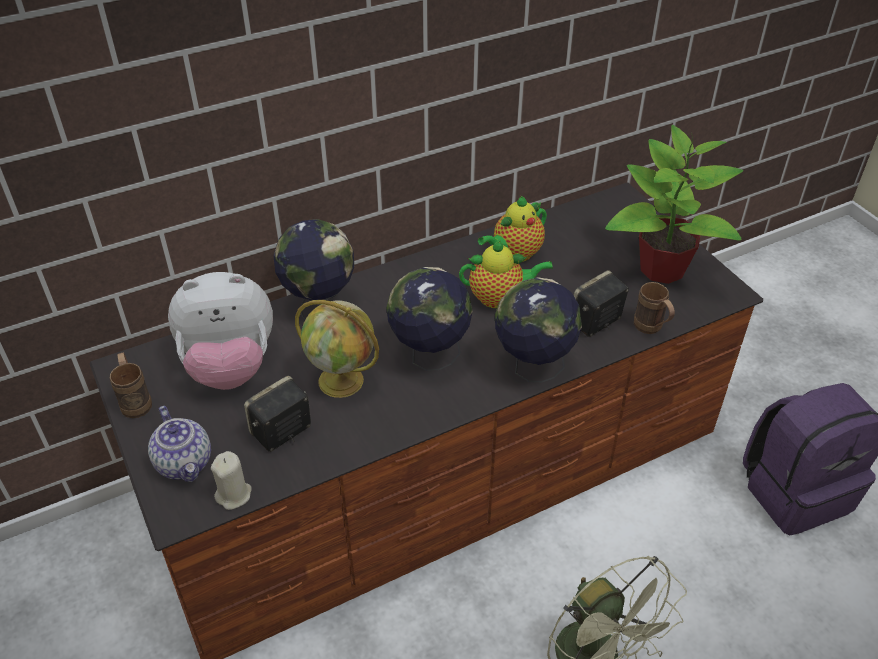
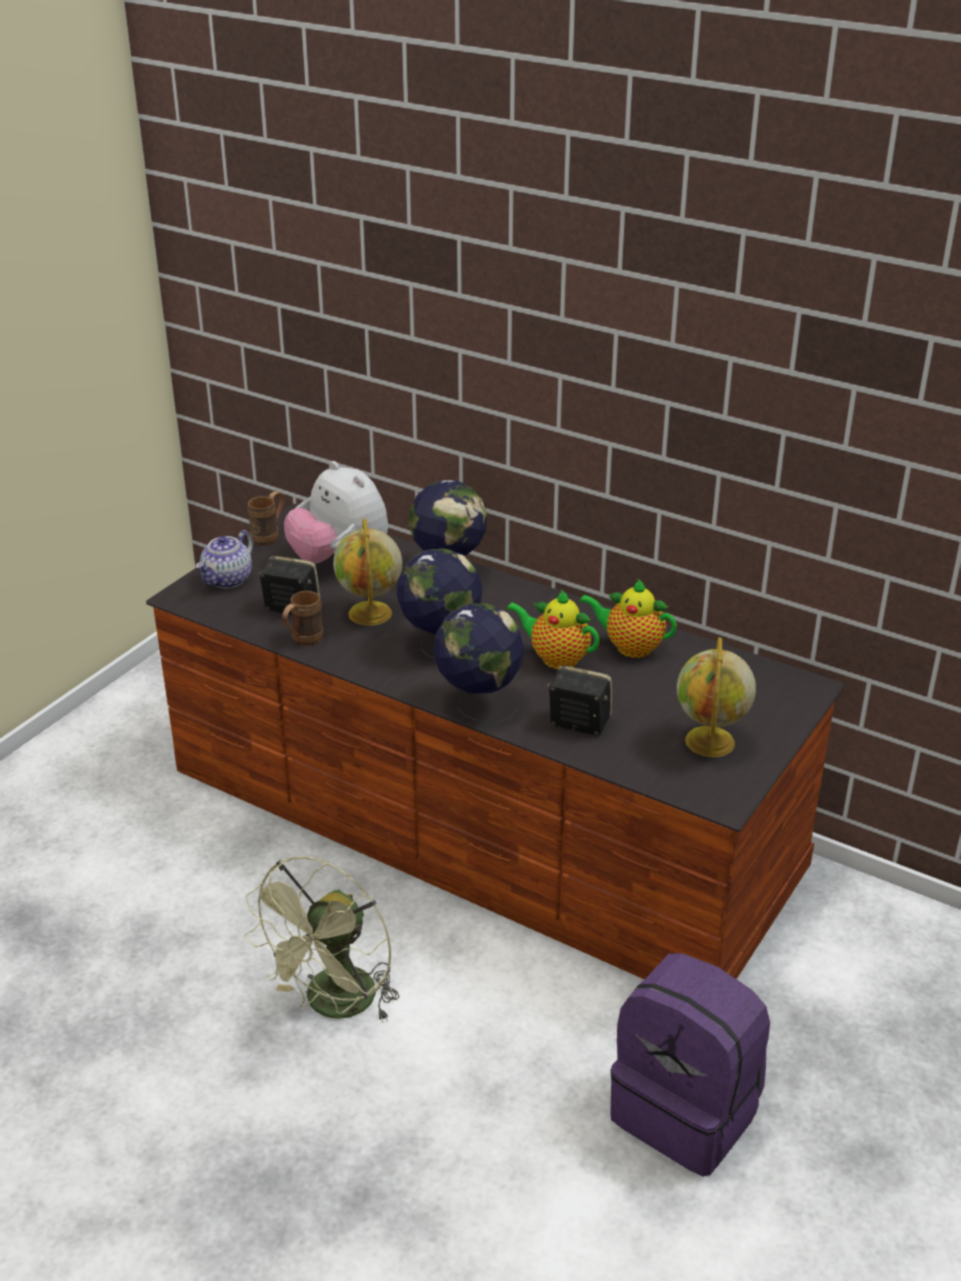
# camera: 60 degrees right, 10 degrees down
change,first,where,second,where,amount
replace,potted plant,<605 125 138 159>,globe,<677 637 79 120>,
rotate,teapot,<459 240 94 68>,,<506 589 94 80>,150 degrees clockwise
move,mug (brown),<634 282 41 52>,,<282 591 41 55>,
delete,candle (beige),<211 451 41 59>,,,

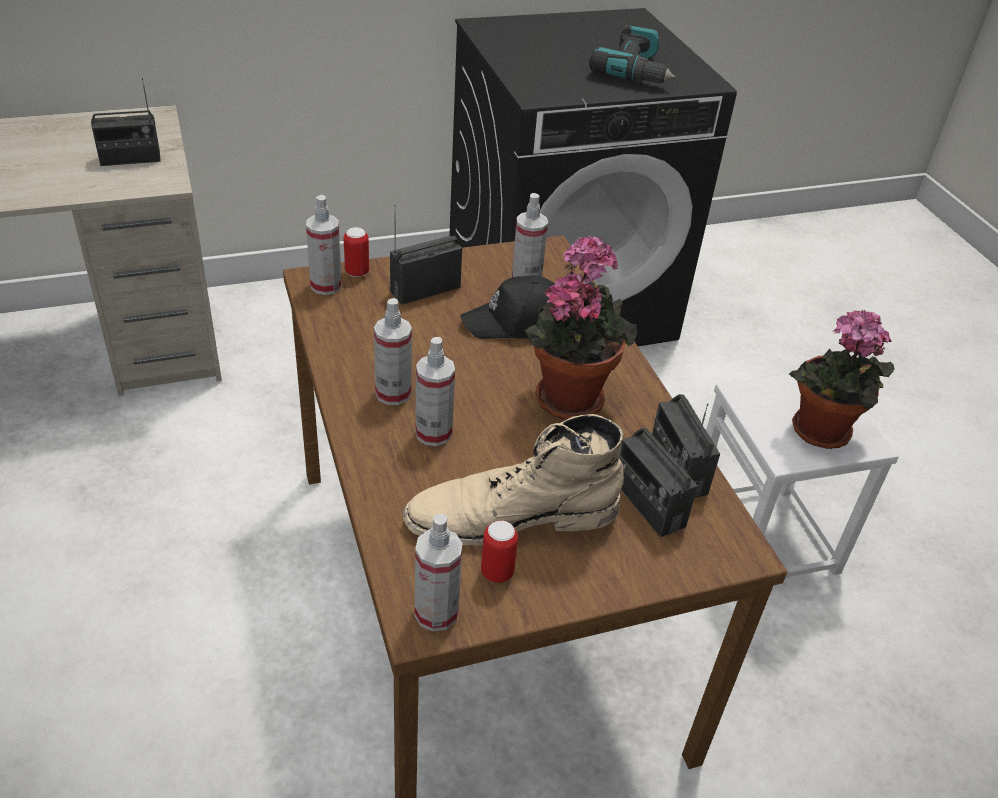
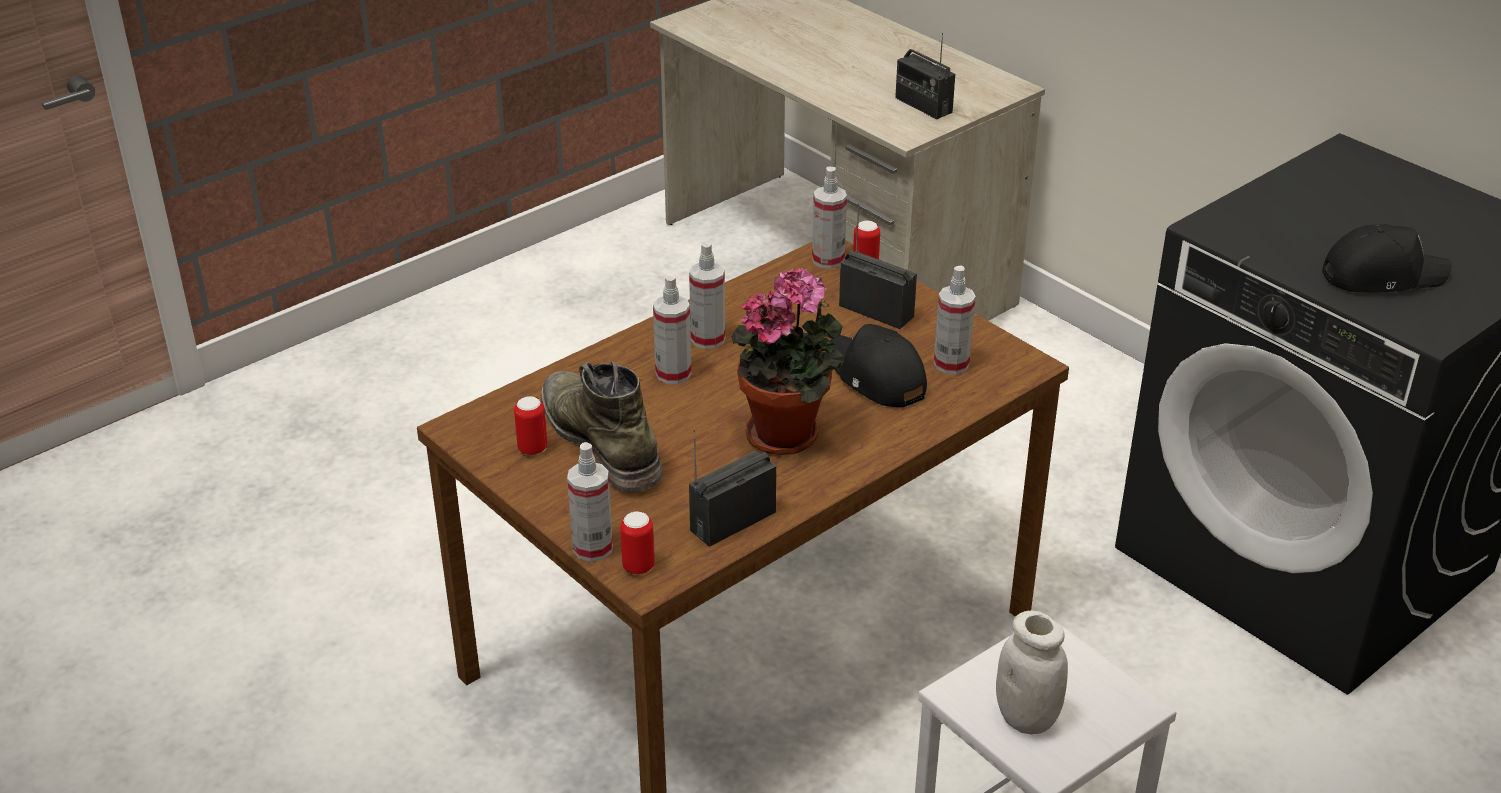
# camera: 70 degrees right, 5 degrees down
change,first,where,second,where,amount
replace,power drill,<589 25 87 58>,cap (black),<1322 224 130 68>,
replace,potted plant,<789 310 106 139>,jar (white),<996 610 72 124>,
recolor,boot (beige),<403 414 221 132>,boot (green),<541 361 122 131>,
delete,radio,<619 428 79 109>,,,
move,spray bottle,<414 514 49 117>,,<567 442 46 120>,
insert,,,can,<620 511 35 64>,

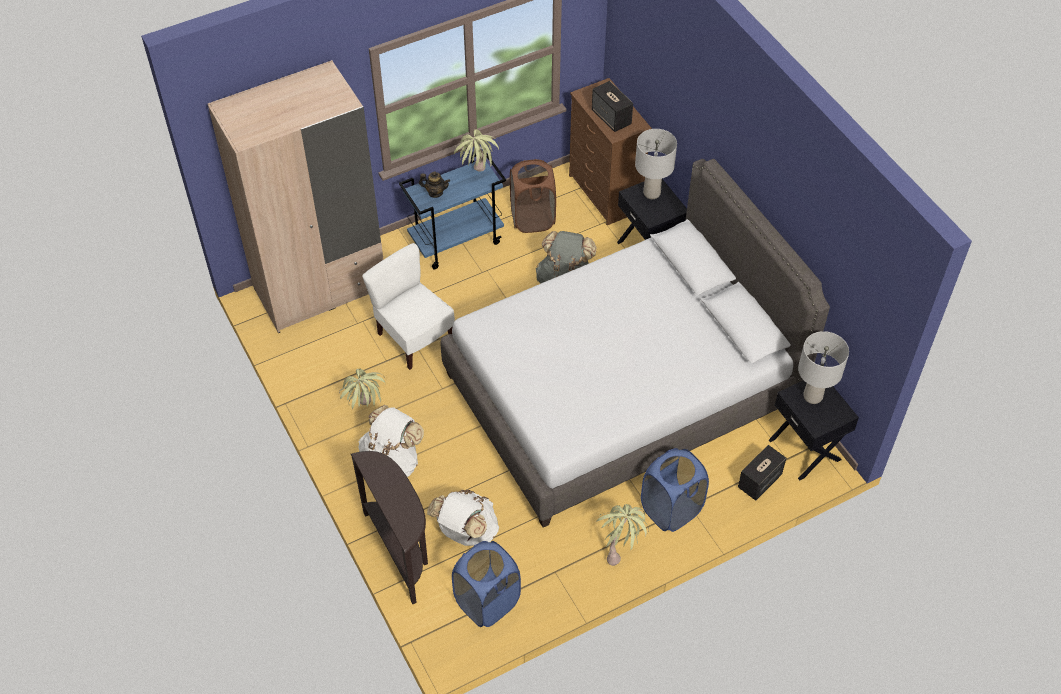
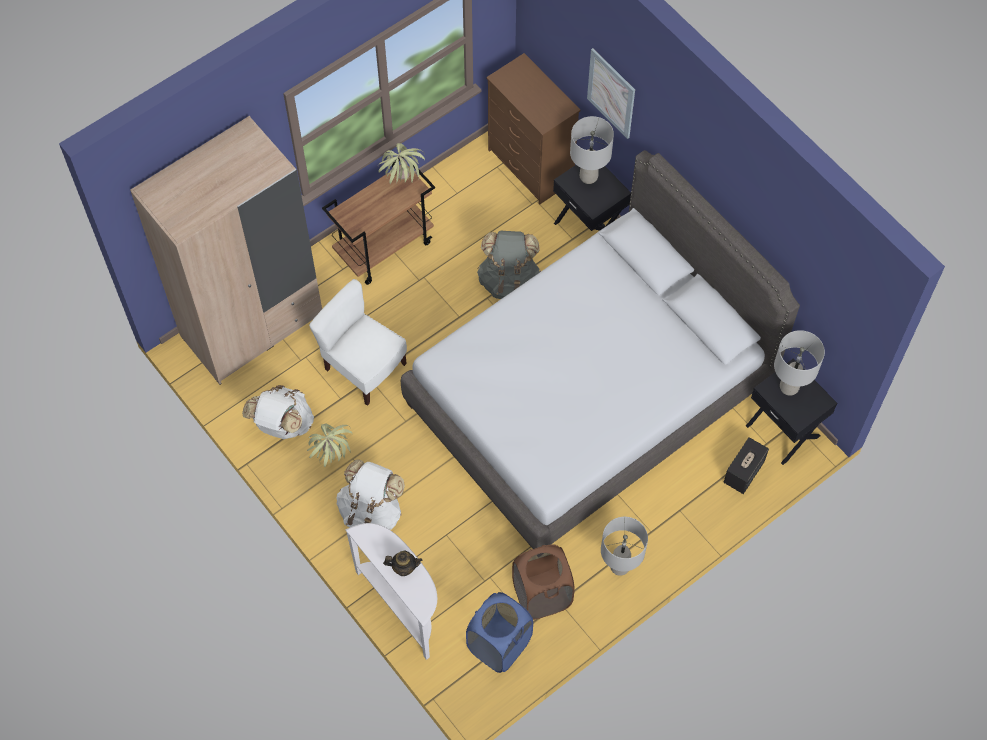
# camera: 10 degrees left, 10 degrees up
change,first,where,second,where,amount
delete,speaker,<592 81 41 51>,,,
recolor,cart (blue),<399 154 107 115>,cart (brown),<322 156 113 129>,
move,laundry basket (brown),<510 159 46 74>,,<512 544 63 76>,
move,teapot,<419 171 31 27>,,<383 550 39 26>,
delete,laundry basket (blue),<641 448 68 84>,,,
recolor,console table (brown),<351 451 77 153>,console table (white),<345 523 92 137>,
move,backpack (white),<427 490 72 56>,,<242 385 72 54>,
replace,potted plant,<597 504 52 62>,table lamp (grey),<601 517 47 59>,
insert,,,picture,<587 48 48 91>,

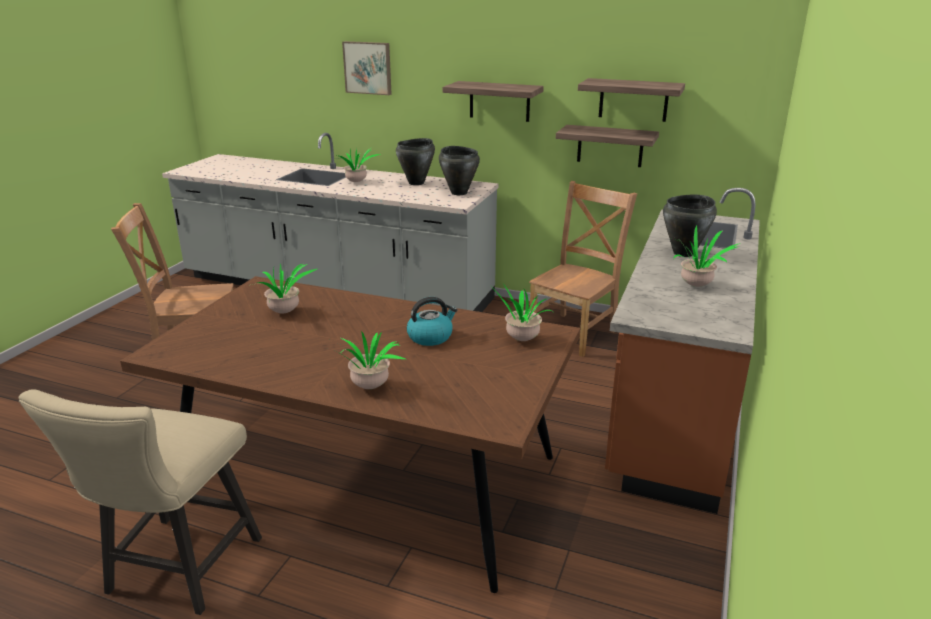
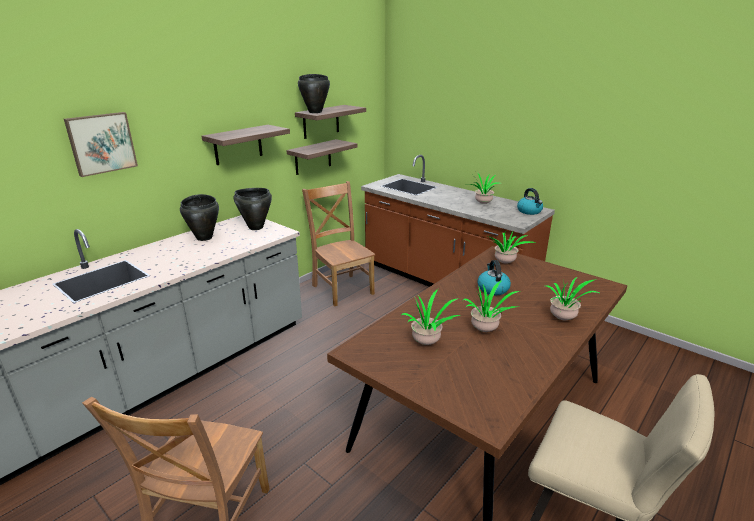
# camera: 70 degrees left, 0 degrees up
change,first,where,second,where,amount
move,potted plant,<337 148 44 34>,,<462 280 58 52>,
move,cooking pot (black),<663 195 54 62>,,<298 74 32 39>,
insert,,,kettle,<517 188 26 27>,

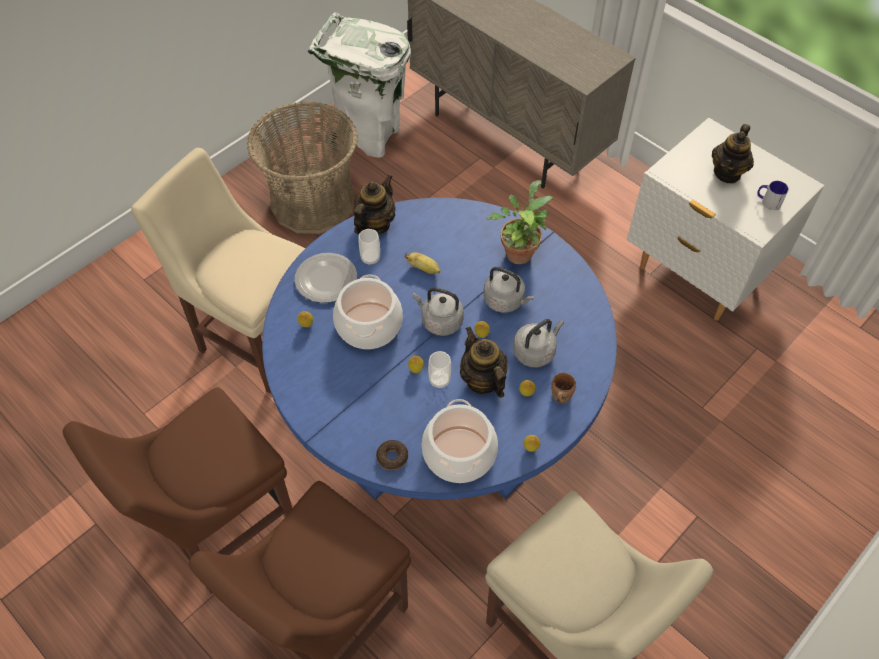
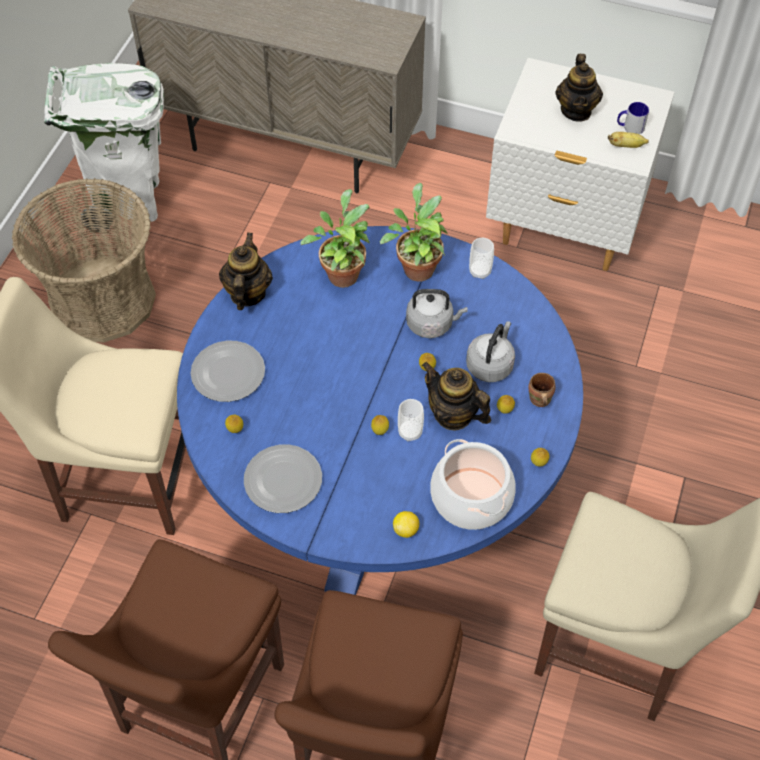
# camera: 25 degrees left, 0 degrees up
change,first,where,second,where,amount
move,cup,<358 229 22 36>,,<469 238 25 41>,
move,banana,<405 252 35 22>,,<608 132 41 16>,
delete,cooking pot,<333 274 70 75>,,,
delete,kettle (grey),<413 287 51 49>,,,
replace,donut,<376 440 32 30>,lemon,<393 511 26 27>,
insert,,,potted plant,<300 189 70 99>,
insert,,,plate,<244 444 78 69>,

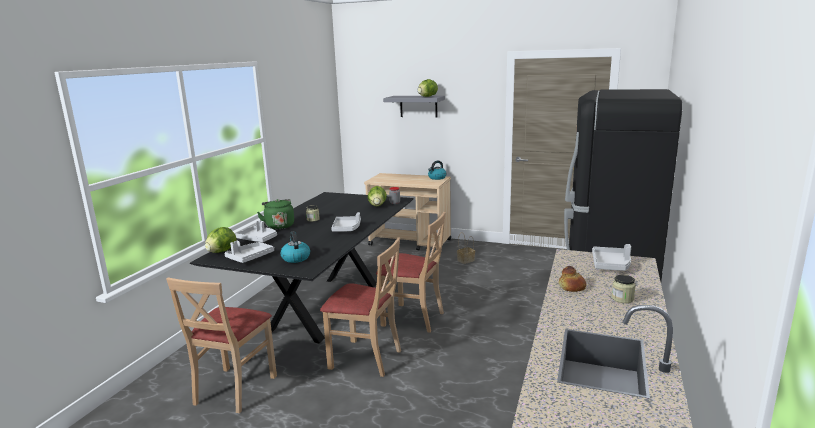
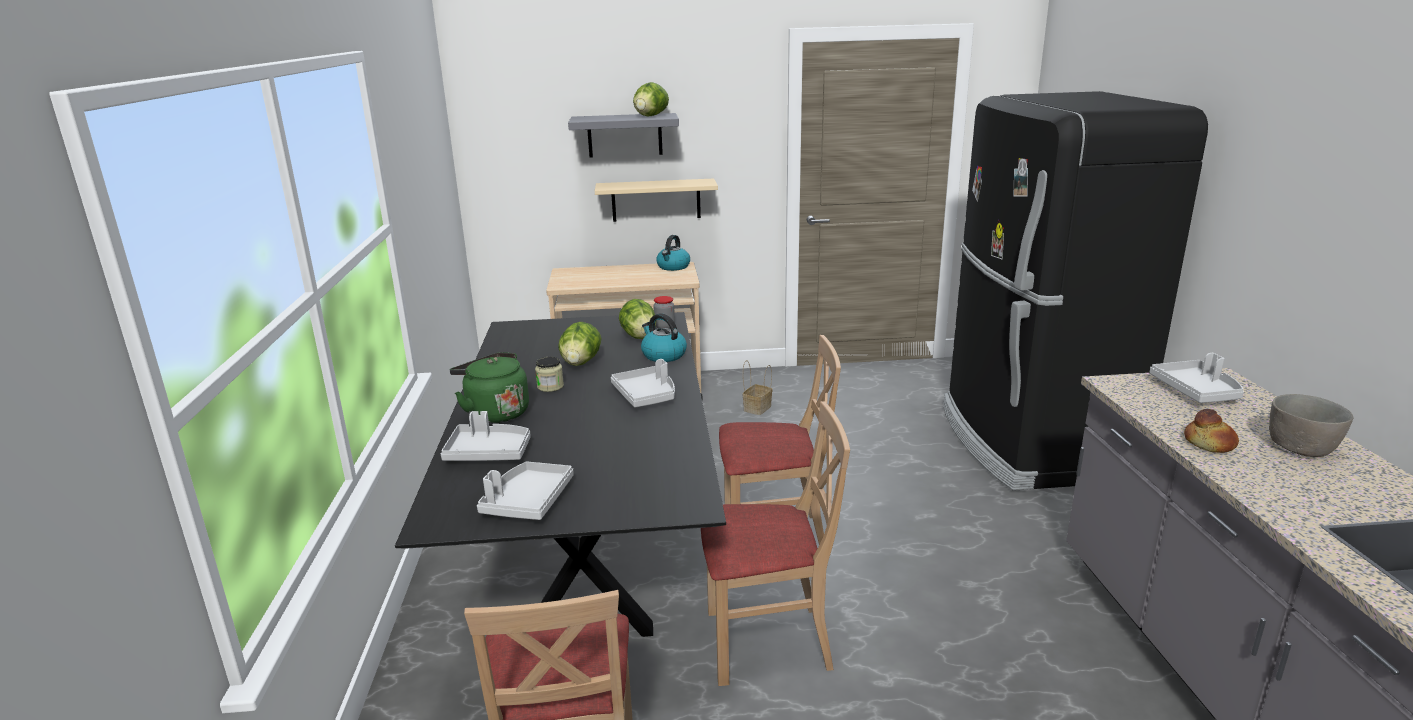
# camera: 25 degrees left, 5 degrees up
change,first,where,second,where,amount
move,lettuce,<205 227 32 26>,,<558 322 43 44>,
move,kettle,<281 231 29 32>,,<641 313 46 49>,
replace,jar,<612 275 24 28>,bowl (grey),<1269 394 85 63>,
insert,,,shelf (beige),<595 179 123 43>,

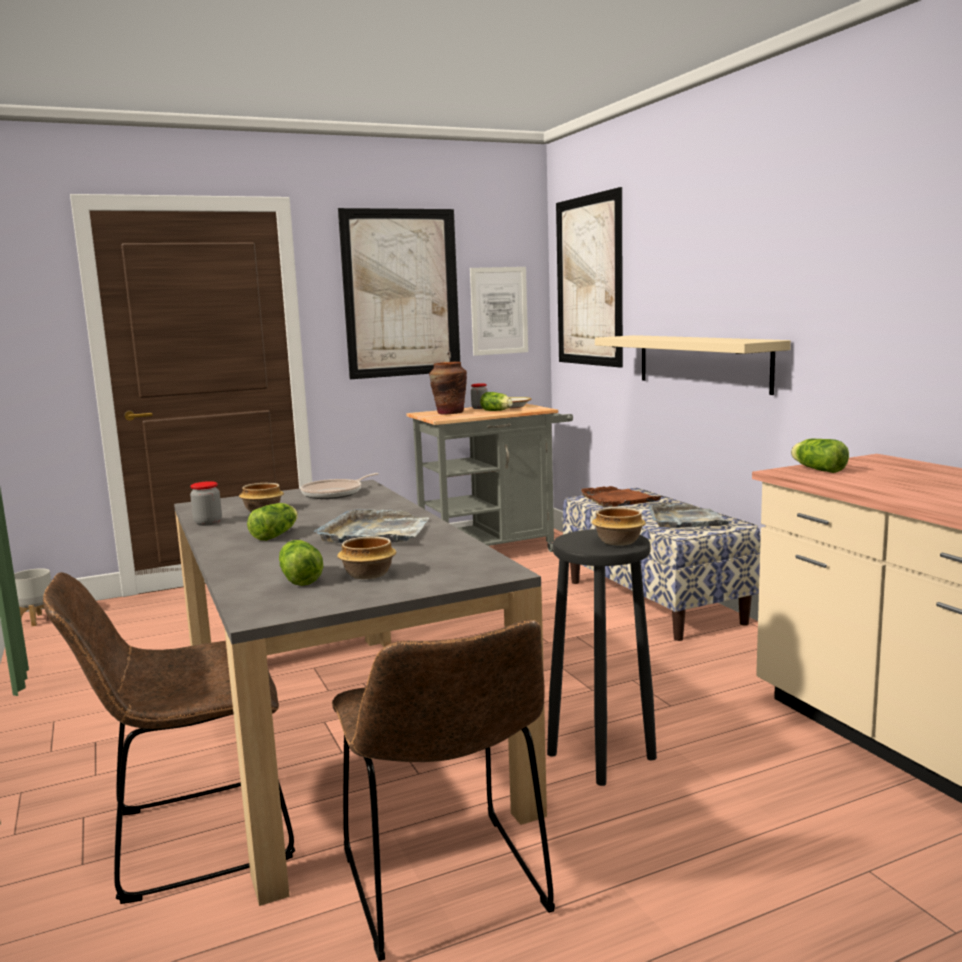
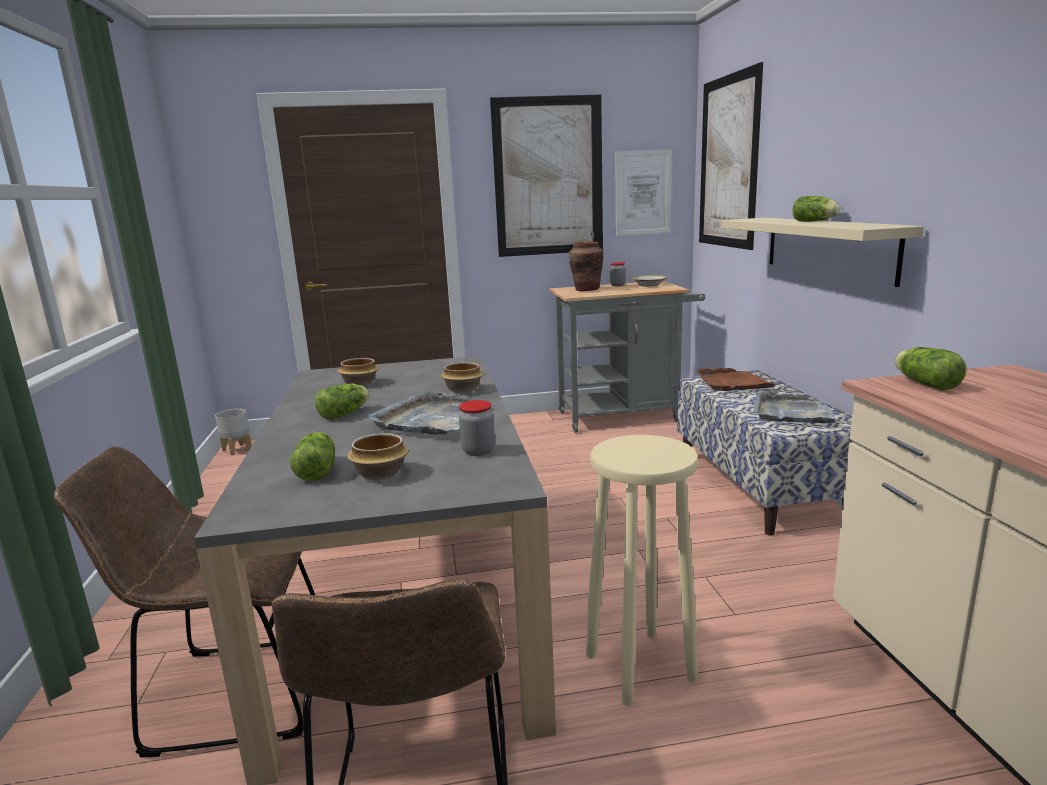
# camera: 15 degrees right, 5 degrees up
change,first,where,second,where,amount
move,lettuce,<480 392 33 19>,,<793 196 47 26>,
delete,frying pan,<300 473 79 26>,,,
move,jar,<190 481 32 45>,,<459 400 36 56>,
move,bowl,<592 507 54 39>,,<441 362 42 31>,
recolor,stool (black),<547 529 110 257>,stool (beige),<586 435 112 271>,

